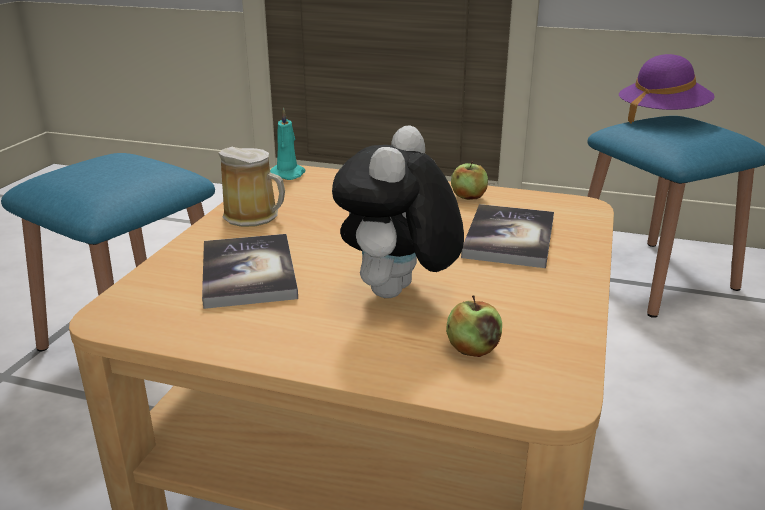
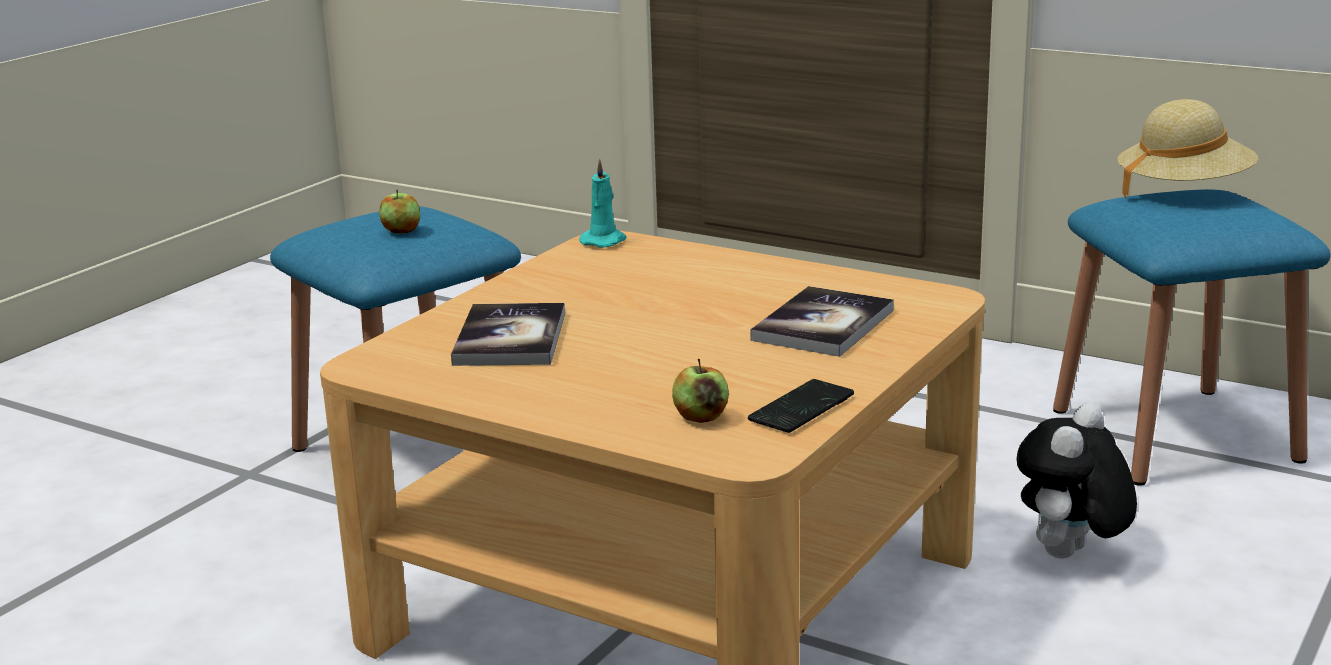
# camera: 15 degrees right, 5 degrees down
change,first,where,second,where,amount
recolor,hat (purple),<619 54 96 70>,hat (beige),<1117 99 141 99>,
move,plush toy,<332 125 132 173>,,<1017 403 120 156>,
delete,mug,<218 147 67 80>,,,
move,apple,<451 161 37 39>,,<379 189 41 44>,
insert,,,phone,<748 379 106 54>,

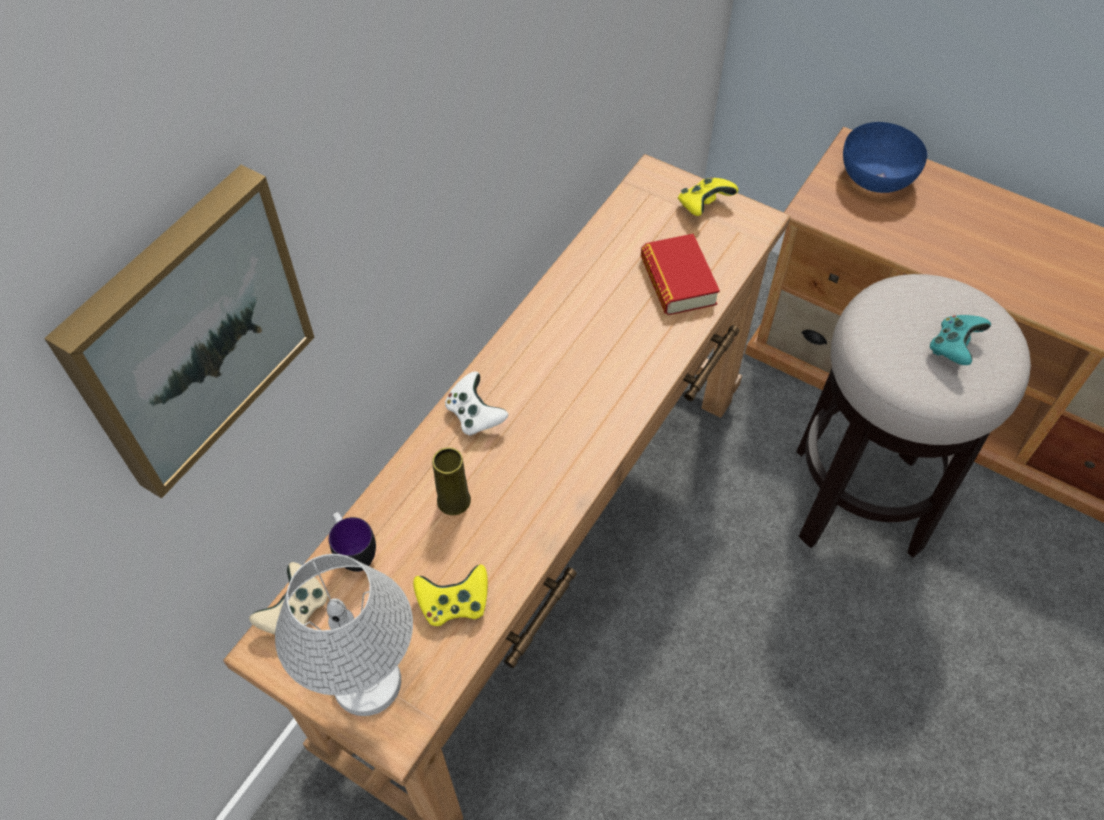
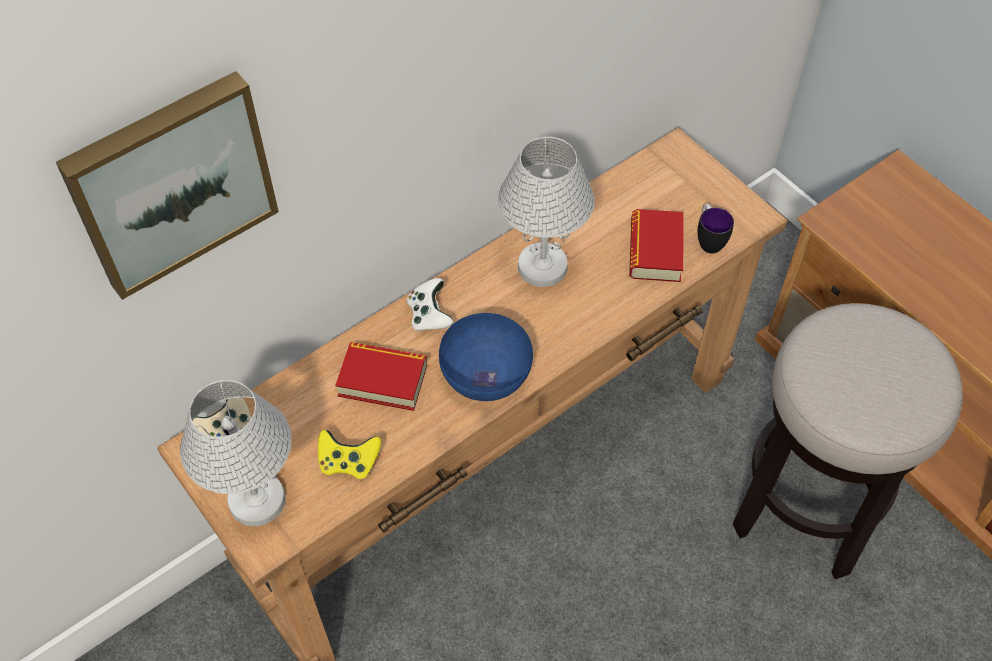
# camera: 20 degrees right, 0 degrees up
change,first,where,second,where,amount
move,bowl (blue),<843 122 84 71>,,<439 313 94 88>,
delete,game controller (yellow),<678 177 60 39>,,,
delete,game controller (turquoise),<930 315 61 50>,,,
replace,vase (yellow),<432 447 39 68>,book,<335 342 92 69>,
move,mug,<329 512 47 60>,,<698 204 36 49>,
insert,,,table lamp (white),<498 137 96 150>,

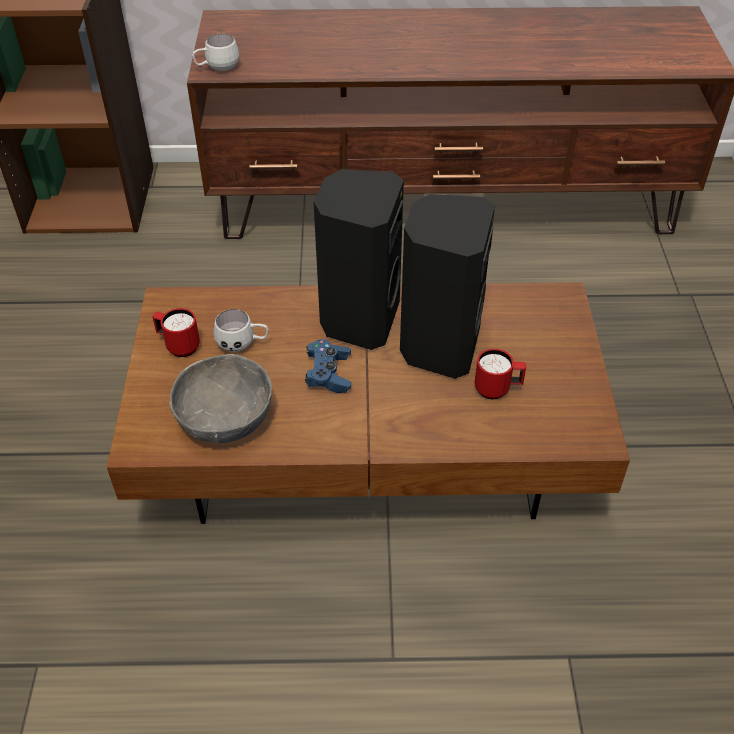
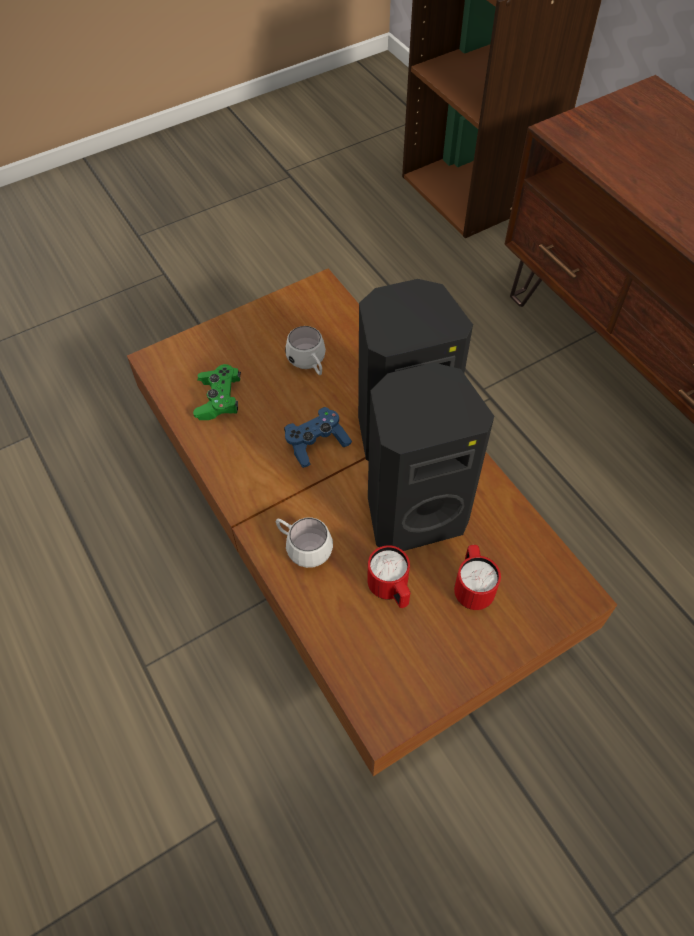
# camera: 60 degrees right, 10 degrees up
change,first,where,second,where,amount
move,mug (white),<192 34 47 37>,,<275 517 58 51>,
move,mug (red),<153 308 47 49>,,<454 545 47 65>,
replace,bowl (grey),<169 354 103 89>,game controller (green),<193 364 48 56>,

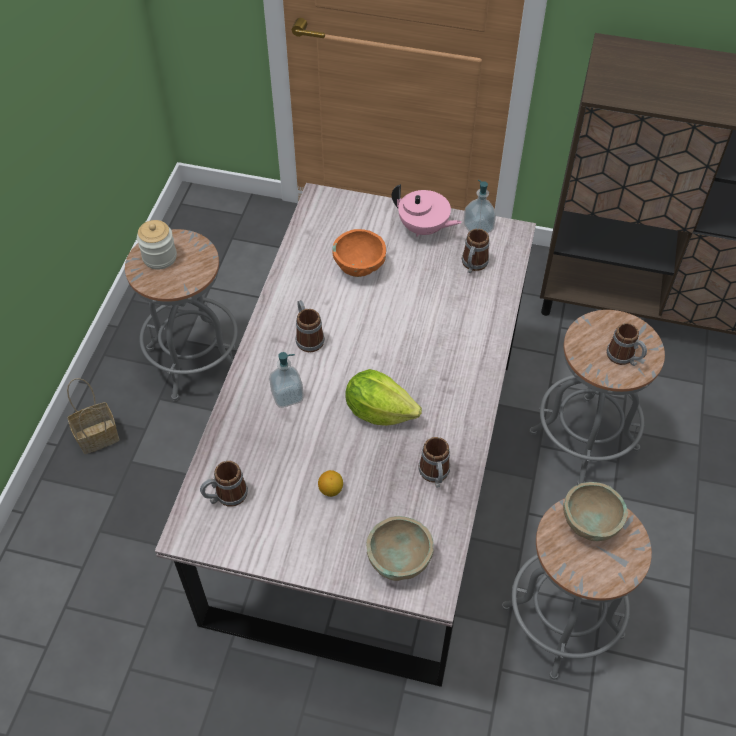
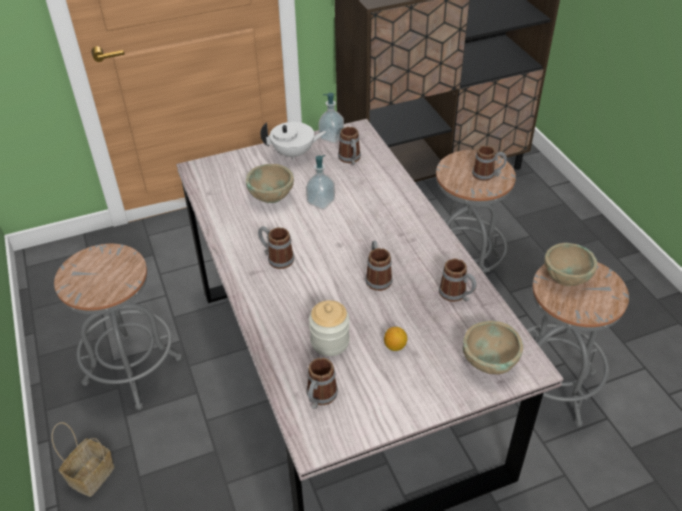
# camera: 35 degrees left, 10 degrees down
change,first,where,second,where,amount
recolor,teapot (pink),<392 184 70 53>,teapot (white),<260 122 67 39>,
move,jar,<137 220 40 50>,,<309 300 41 56>,
recolor,bowl (orange),<332 229 54 48>,bowl (beige),<246 164 48 39>,
move,soap dispenser,<269 352 35 56>,,<306 155 29 54>,
replace,lettuce,<345 369 77 57>,mug,<365 241 28 50>,

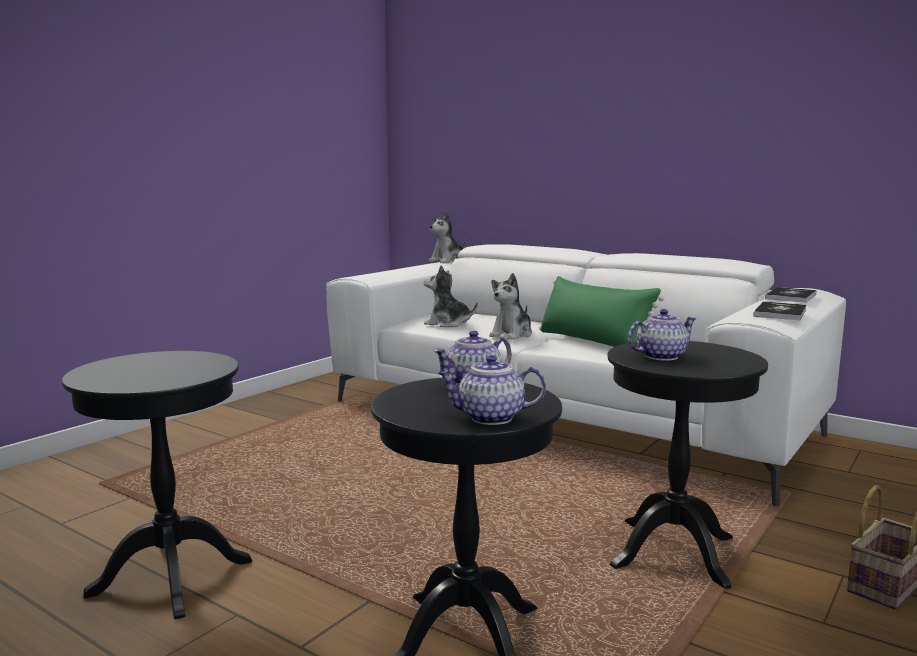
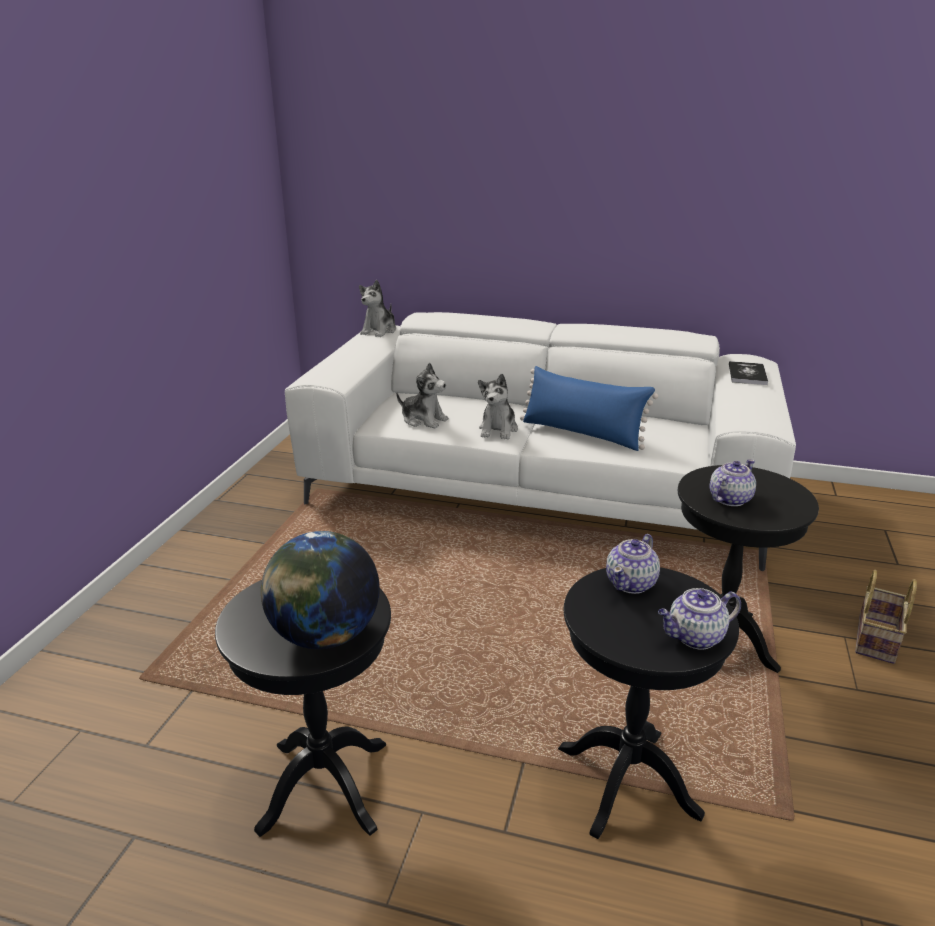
# camera: 20 degrees left, 15 degrees up
change,first,where,second,where,amount
rotate,plush toy,<424 265 54 62>,,<396 362 53 66>,150 degrees counterclockwise
recolor,pillow (green),<539 276 126 71>,pillow (blue),<520 366 138 85>,
delete,book,<753 301 53 19>,,,
insert,,,globe,<261 531 119 118>,

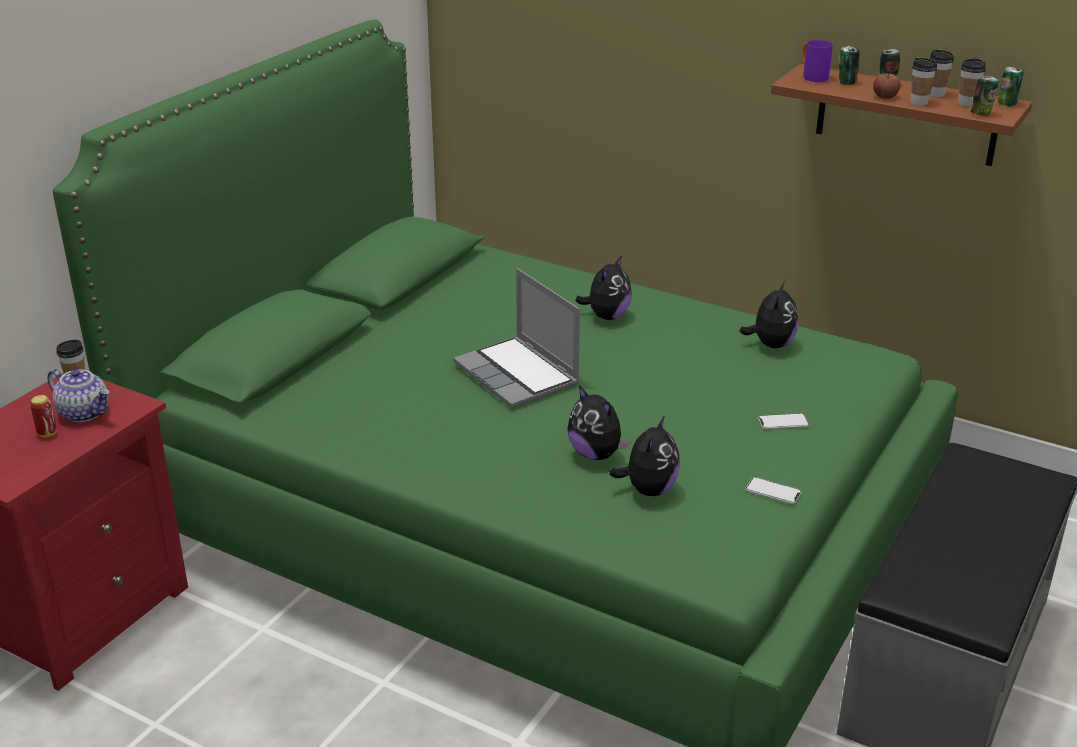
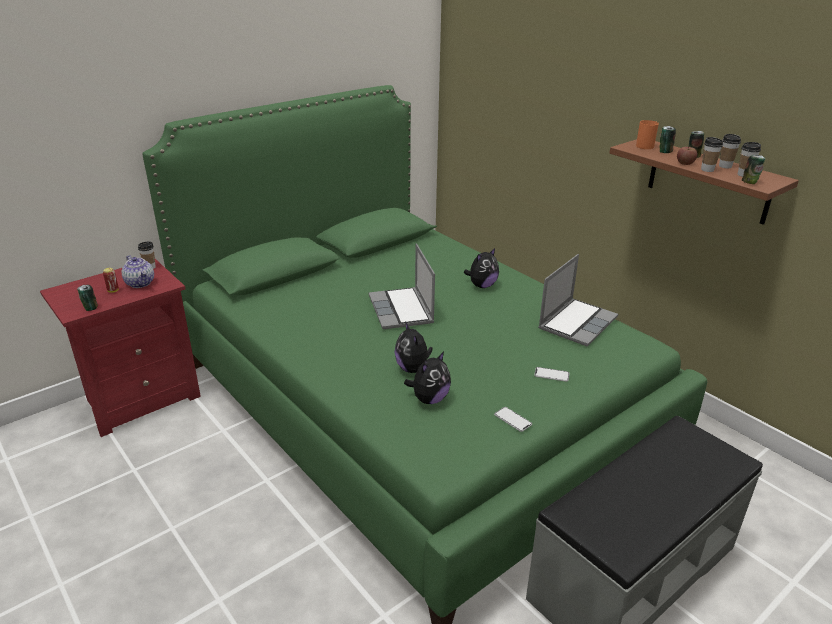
# camera: 20 degrees right, 0 degrees up
change,first,where,second,where,amount
recolor,mug (purple),<802 40 31 42>,mug (orange),<636 120 23 29>,
move,can,<998 67 26 39>,,<77 285 21 26>,
replace,plush toy,<739 280 59 68>,laptop,<538 254 80 92>,

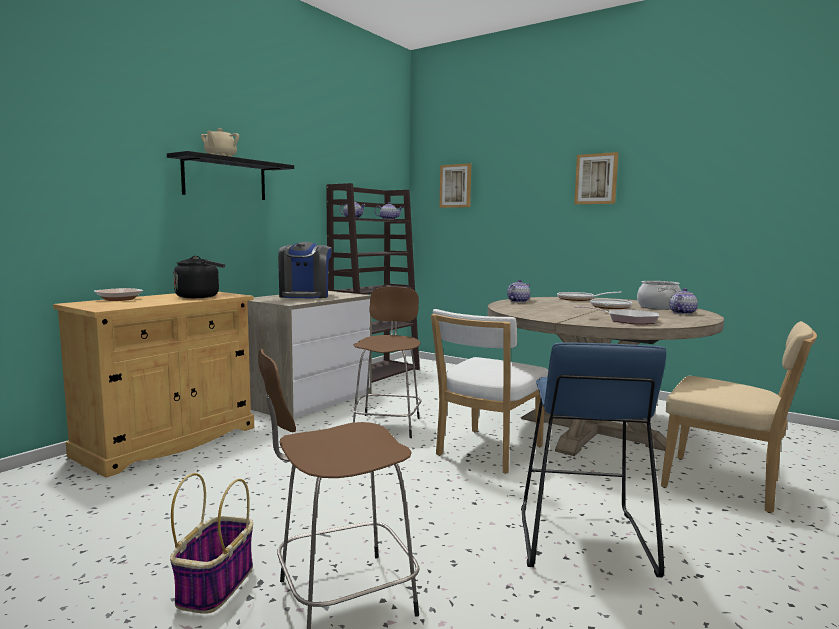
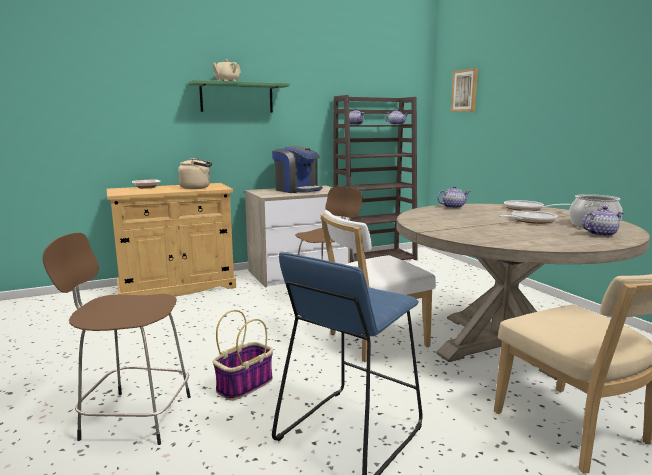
# camera: 30 degrees right, 5 degrees up
change,first,where,second,where,amount
recolor,shelf (black),<167 151 127 49>,shelf (green),<188 80 102 33>,
delete,picture,<574 152 44 52>,,,
rotate,coffee machine,<278 242 54 56>,,<272 146 51 47>,75 degrees counterclockwise
recolor,kettle (black),<173 256 52 42>,kettle (beige),<178 158 34 31>,
delete,frying pan,<574 306 85 18>,,,
move,basket,<170 473 83 141>,,<213 310 60 91>,

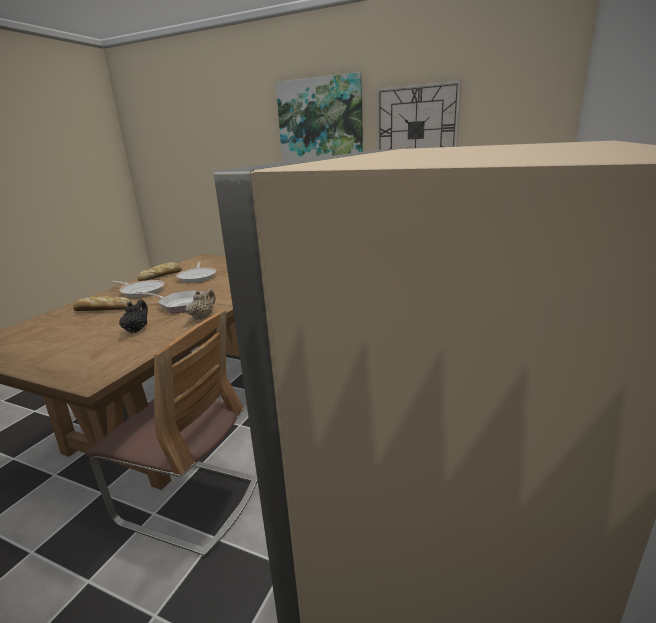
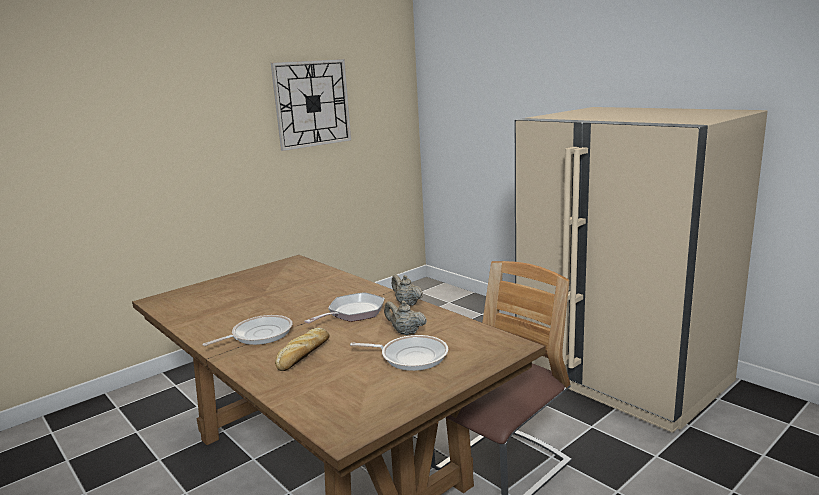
# camera: 65 degrees left, 5 degrees down
change,first,where,second,where,amount
delete,picture,<276 72 87 90>,,,
delete,bread,<137 262 45 19>,,,
move,frying pan,<176 262 40 21>,,<350 335 98 36>,
recolor,teapot (black),<119 300 29 33>,teapot (beige),<384 301 43 34>,

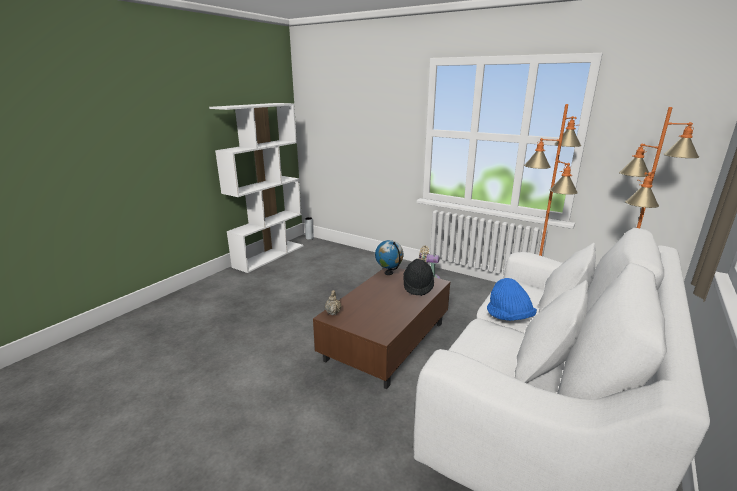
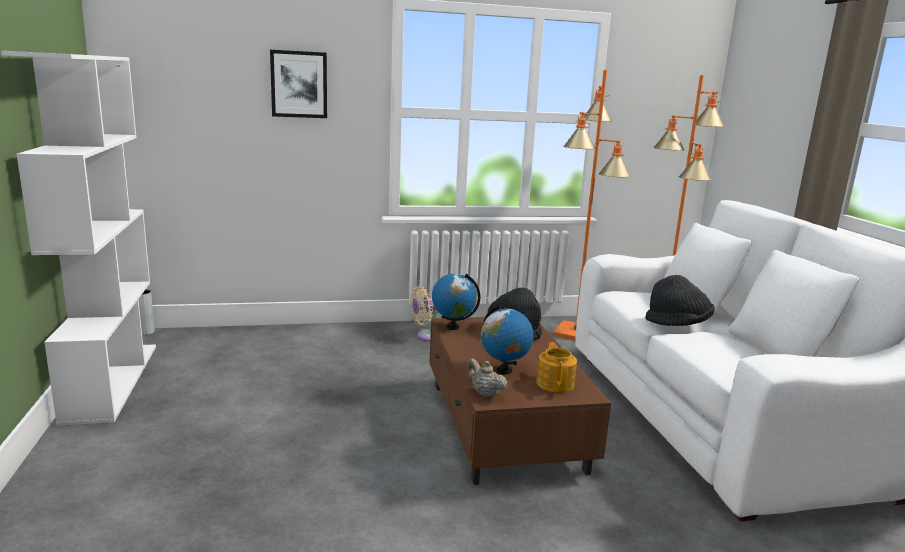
# camera: 45 degrees left, 5 degrees down
change,first,where,second,where,amount
recolor,hat (blue),<487 278 50 43>,hat (black),<646 275 69 51>,
insert,,,picture,<270 50 57 68>,
insert,,,globe,<481 305 53 69>,
insert,,,teapot,<536 342 41 51>,

